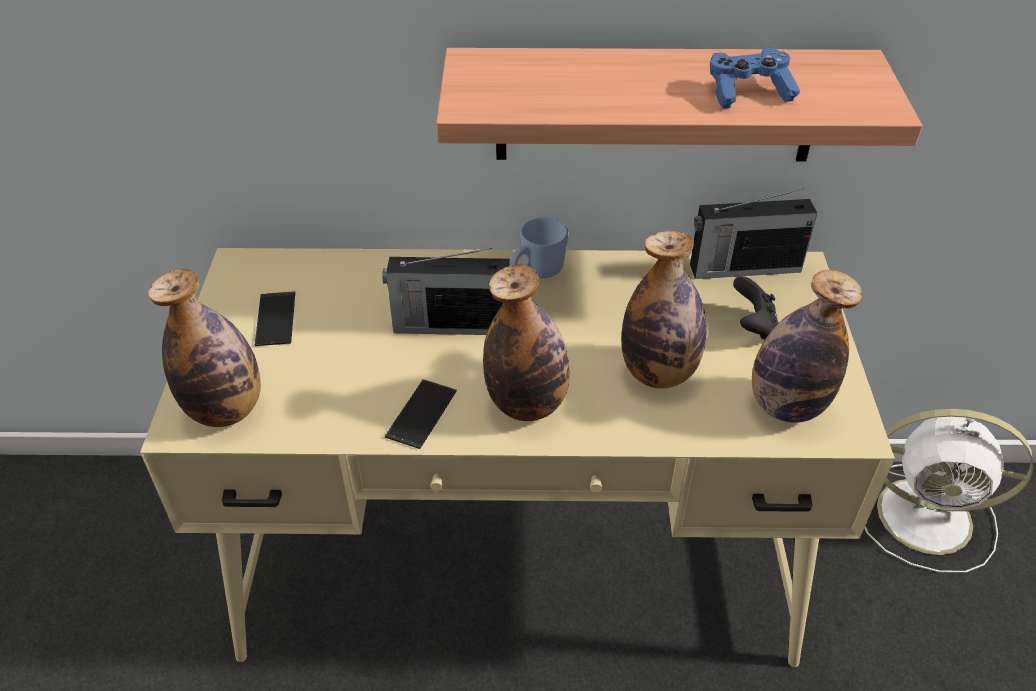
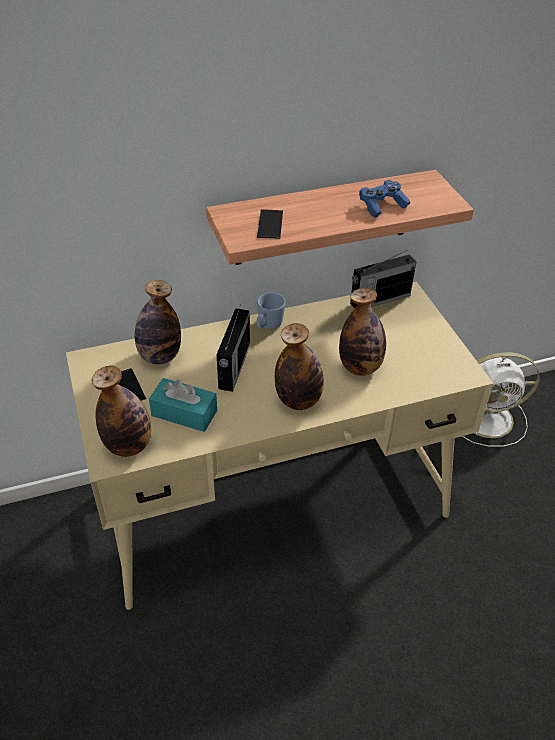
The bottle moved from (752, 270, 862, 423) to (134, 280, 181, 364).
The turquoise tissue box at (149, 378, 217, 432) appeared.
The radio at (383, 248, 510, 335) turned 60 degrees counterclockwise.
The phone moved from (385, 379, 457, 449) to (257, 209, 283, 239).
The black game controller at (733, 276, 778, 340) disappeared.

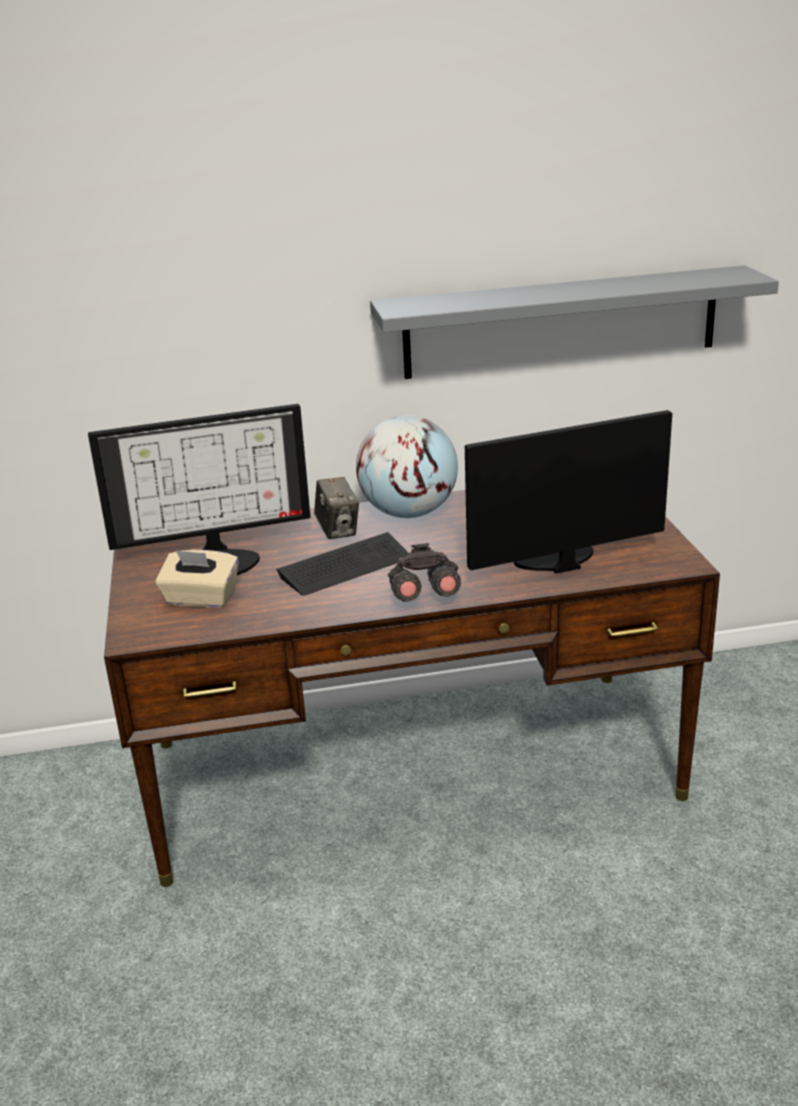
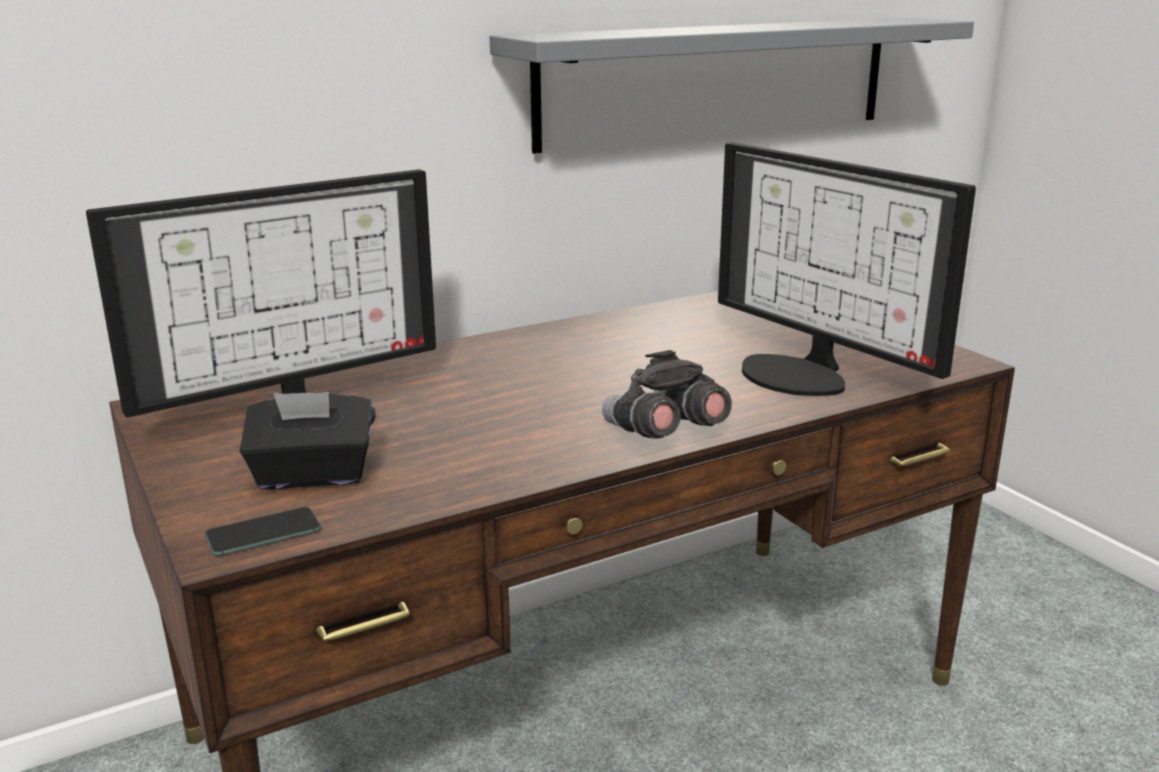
The phone at (205, 507, 321, 556) appeared.
The beige tissue box at (156, 550, 239, 608) became the black tissue box at (239, 392, 372, 489).
The monitor at (465, 410, 672, 574) turned 90 degrees counterclockwise.
The keyboard at (276, 532, 409, 596) disappeared.
The photo camera at (314, 477, 359, 539) disappeared.
The globe at (356, 415, 458, 518) disappeared.

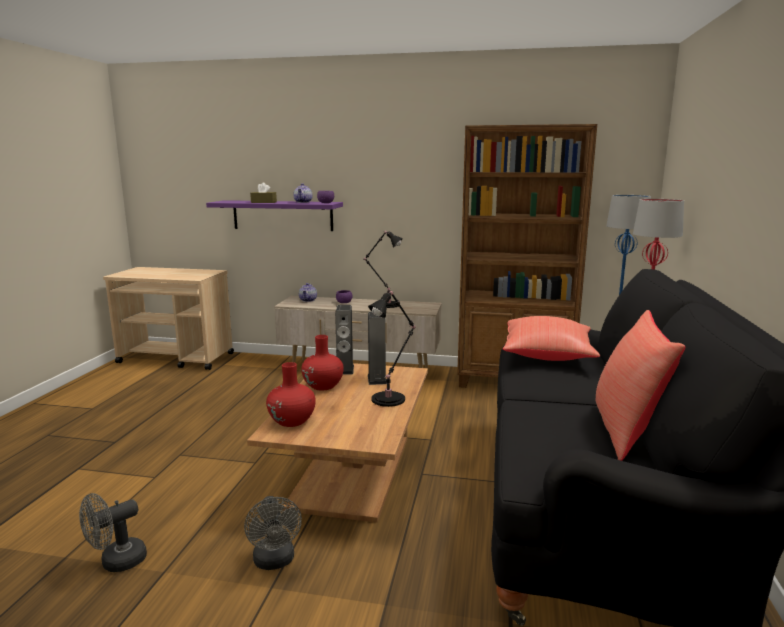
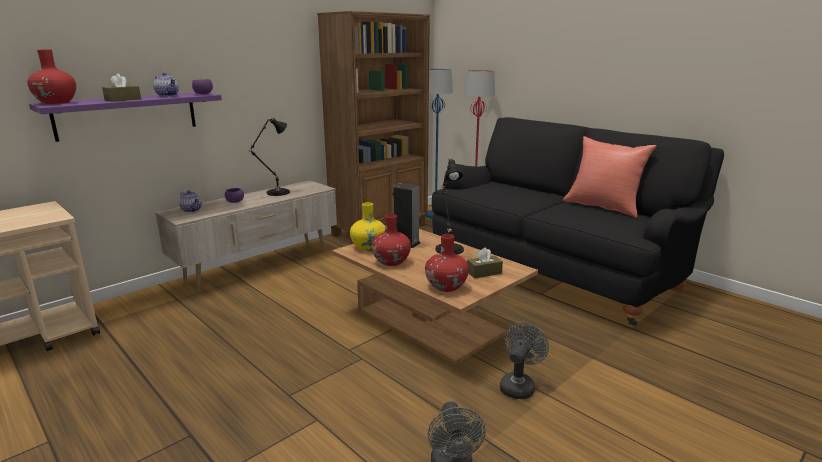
The red vase at (27, 50, 76, 104) appeared.
The speaker at (335, 305, 354, 374) was replaced by the yellow vase at (350, 202, 385, 251).
The brown tissue box at (467, 247, 503, 278) appeared.
The grey fan at (244, 496, 302, 570) turned 75 degrees counterclockwise.
The red pillow at (503, 316, 600, 361) disappeared.

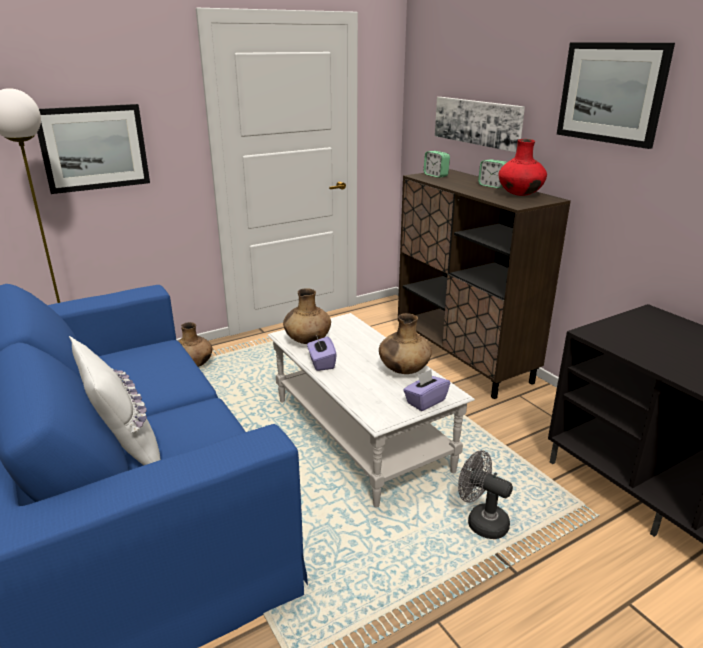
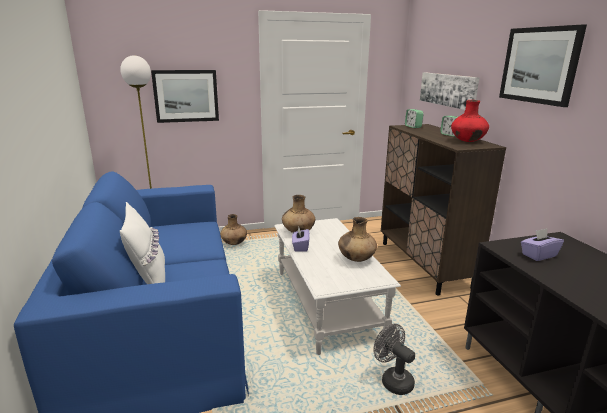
The purple tissue box moved from (403, 370, 450, 411) to (521, 228, 564, 261).

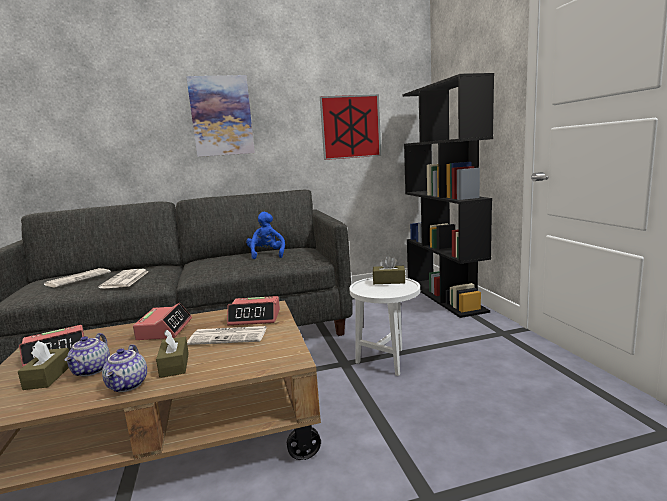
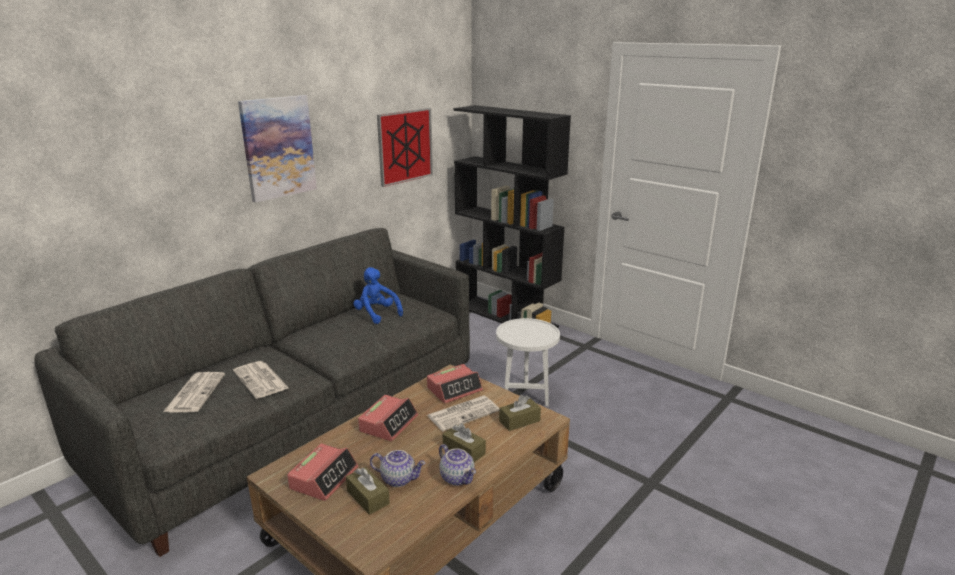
The alarm clock at (133, 303, 192, 340) turned 60 degrees clockwise.
The teapot at (64, 333, 110, 376) turned 45 degrees counterclockwise.
The brown tissue box moved from (373, 256, 405, 284) to (499, 395, 541, 431).

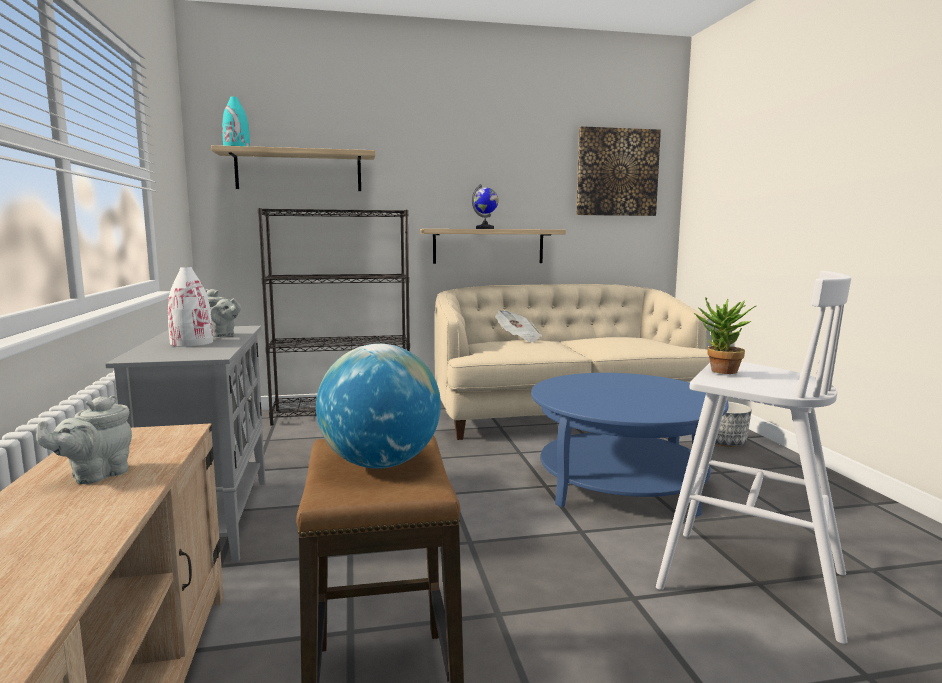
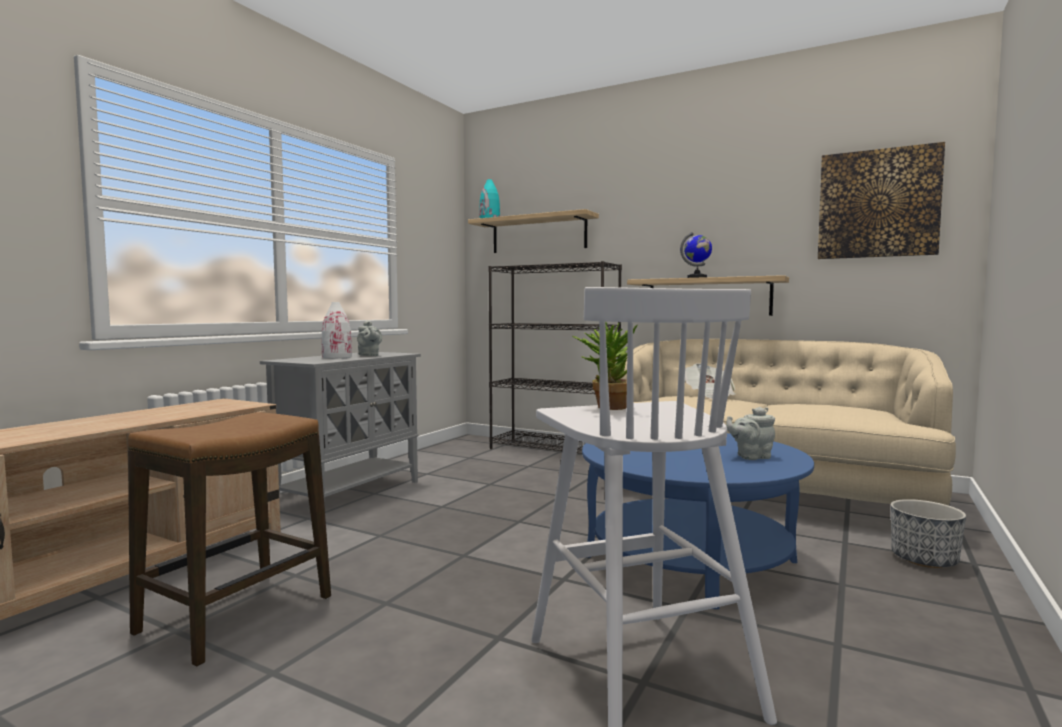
The grey teapot moved from (36, 395, 132, 484) to (726, 407, 775, 460).
The globe at (316, 344, 441, 469) disappeared.

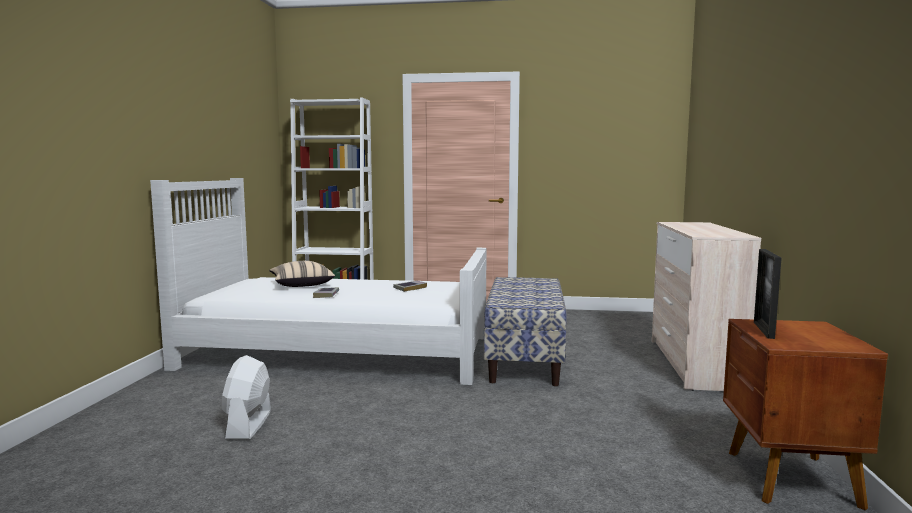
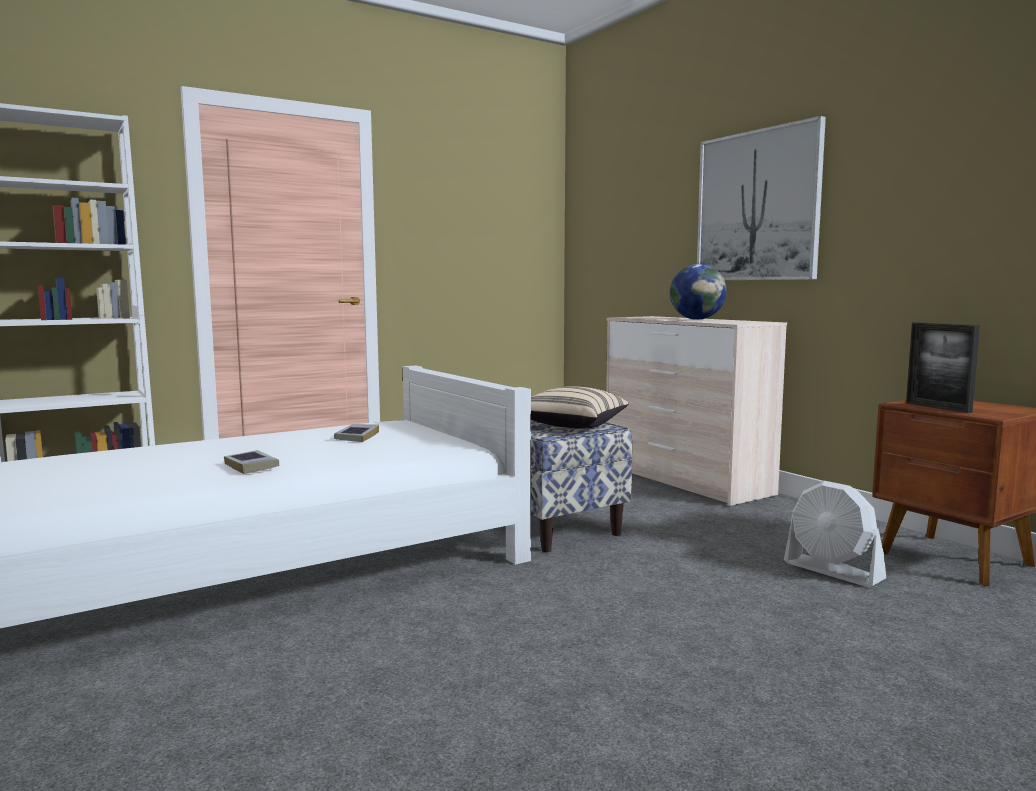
The beige pillow moved from (269, 261, 335, 287) to (531, 386, 629, 428).
The globe at (670, 264, 727, 320) appeared.
The picture at (697, 116, 826, 280) appeared.
The white fan moved from (222, 355, 271, 439) to (784, 481, 886, 587).

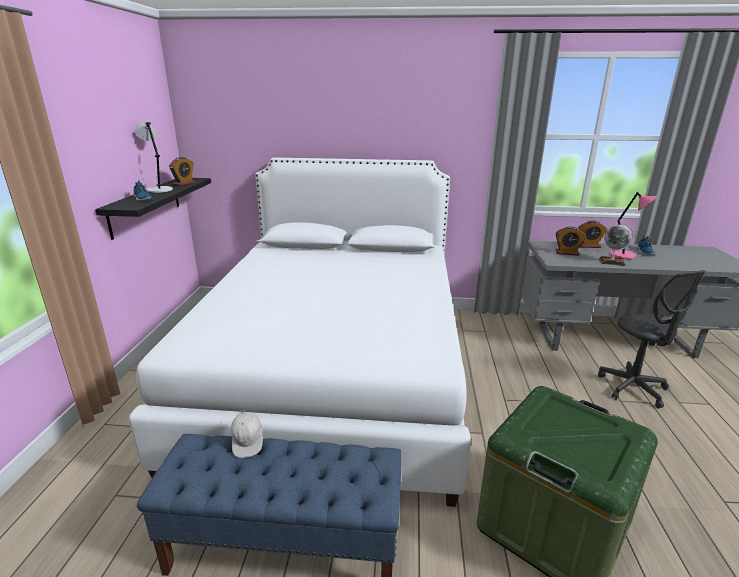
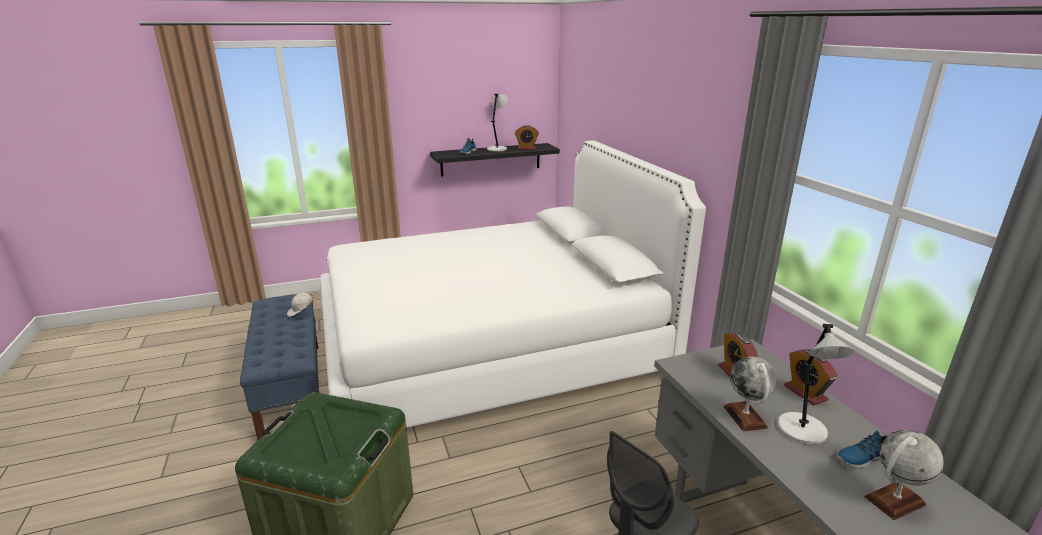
The pink table lamp at (609, 192, 657, 259) became the grey table lamp at (778, 324, 856, 445).
The globe at (864, 430, 944, 520) appeared.

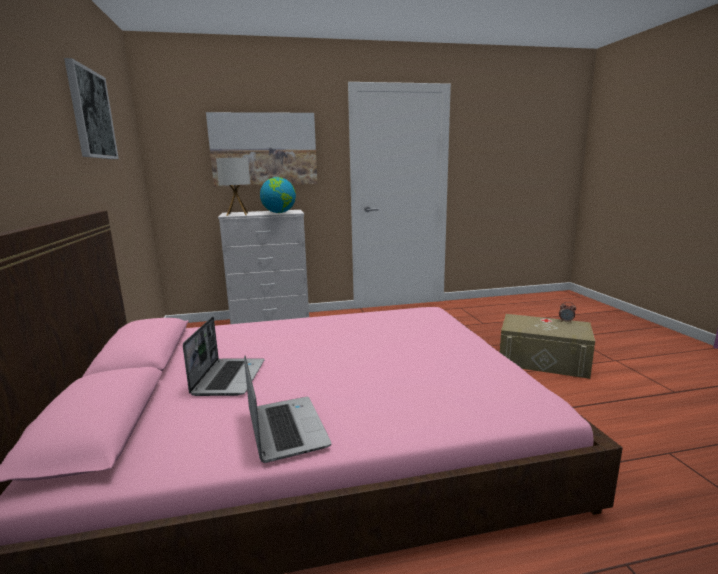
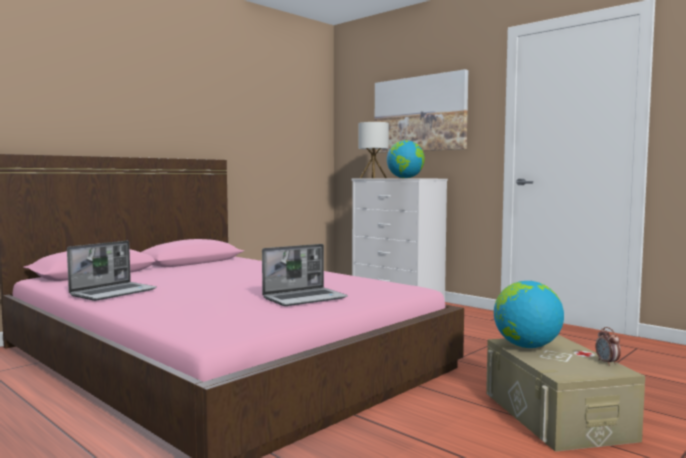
The laptop moved from (183, 317, 264, 396) to (262, 244, 348, 306).
The globe at (494, 281, 564, 348) appeared.
The picture at (64, 58, 119, 159) disappeared.

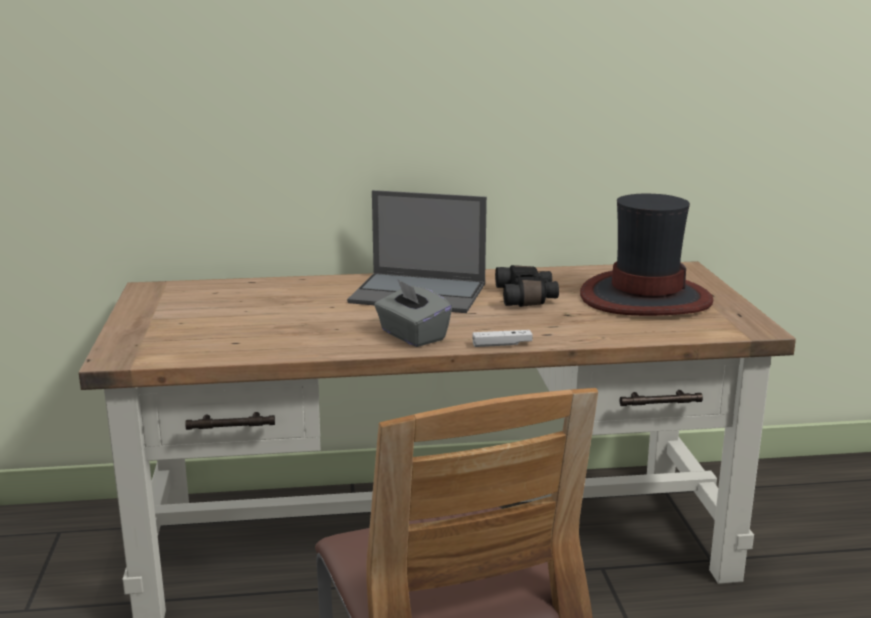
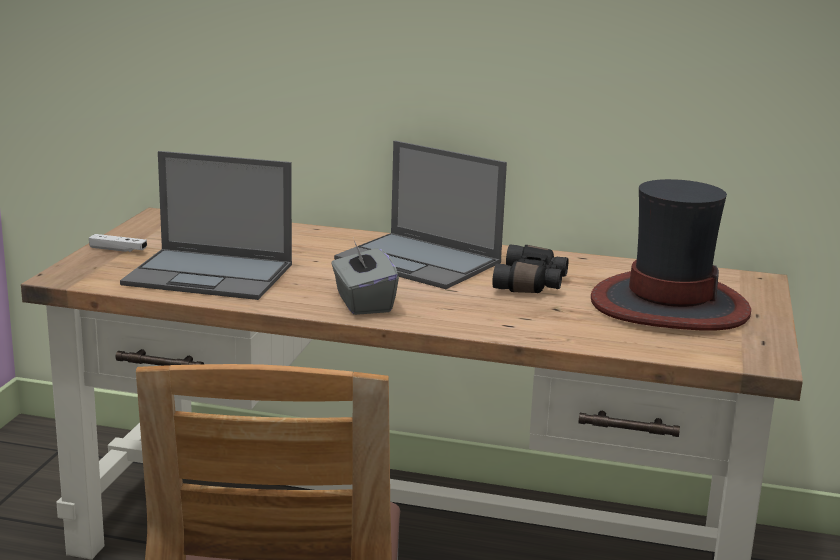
The white game controller moved from (472, 330, 533, 347) to (89, 234, 147, 252).
The laptop at (120, 151, 292, 300) appeared.

